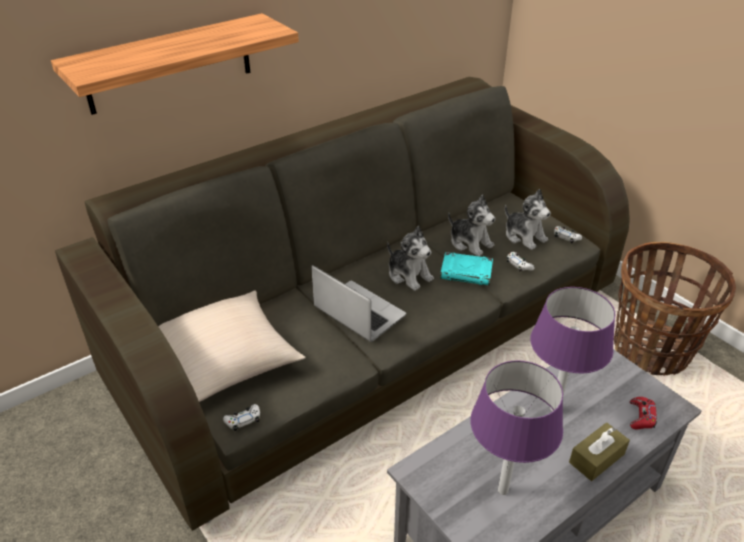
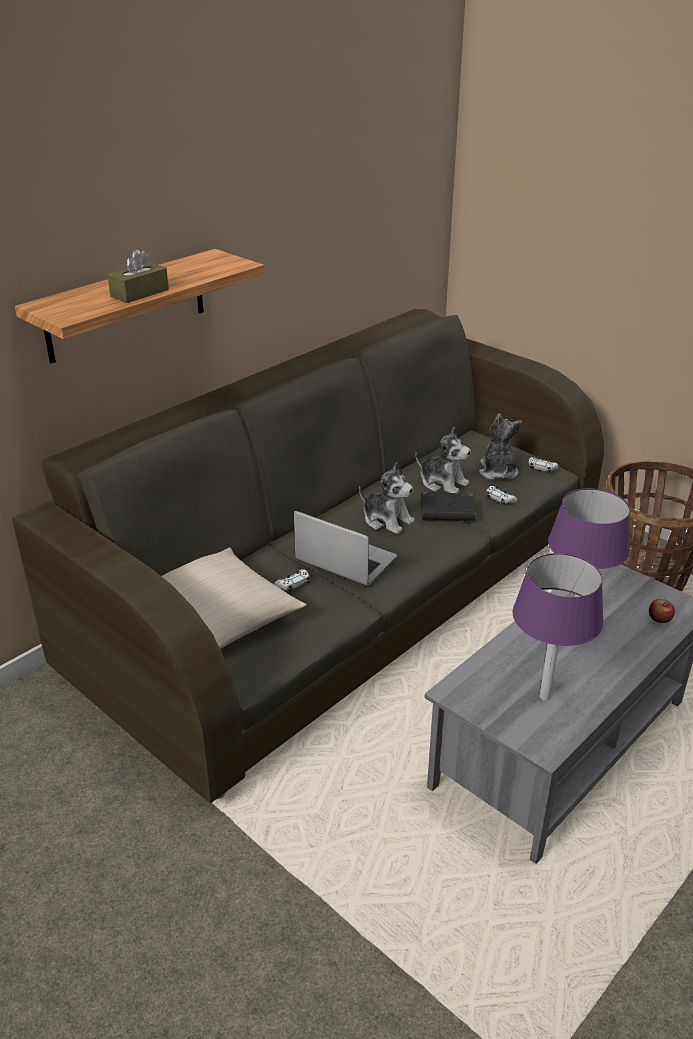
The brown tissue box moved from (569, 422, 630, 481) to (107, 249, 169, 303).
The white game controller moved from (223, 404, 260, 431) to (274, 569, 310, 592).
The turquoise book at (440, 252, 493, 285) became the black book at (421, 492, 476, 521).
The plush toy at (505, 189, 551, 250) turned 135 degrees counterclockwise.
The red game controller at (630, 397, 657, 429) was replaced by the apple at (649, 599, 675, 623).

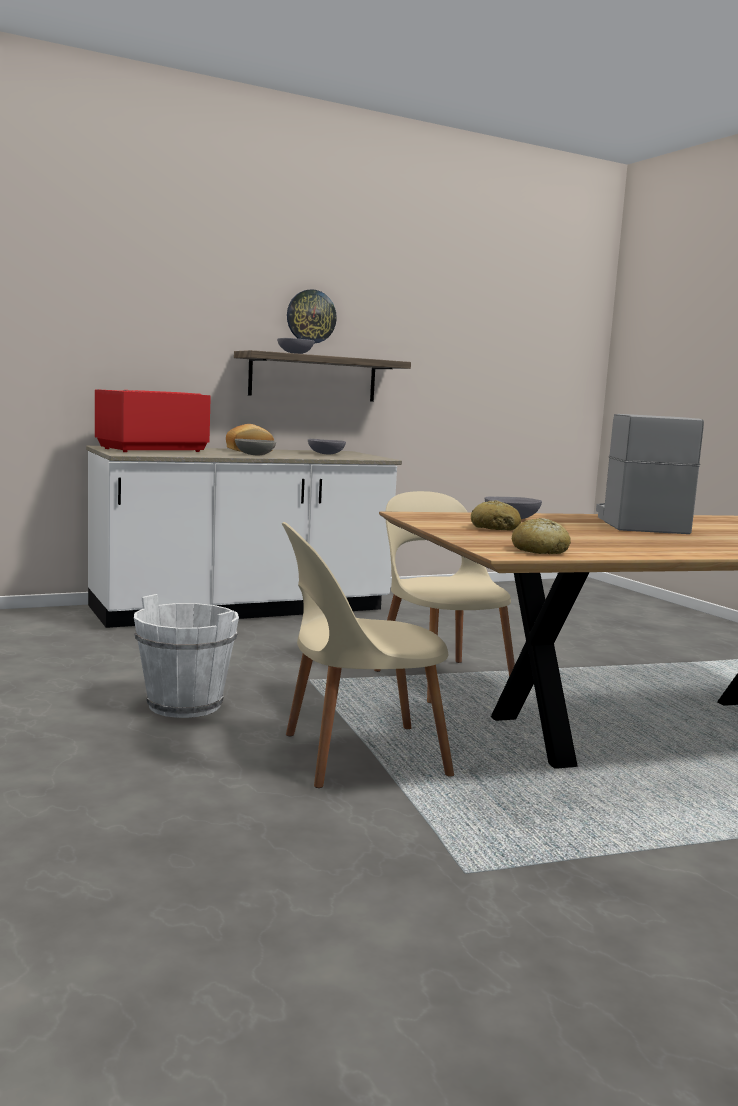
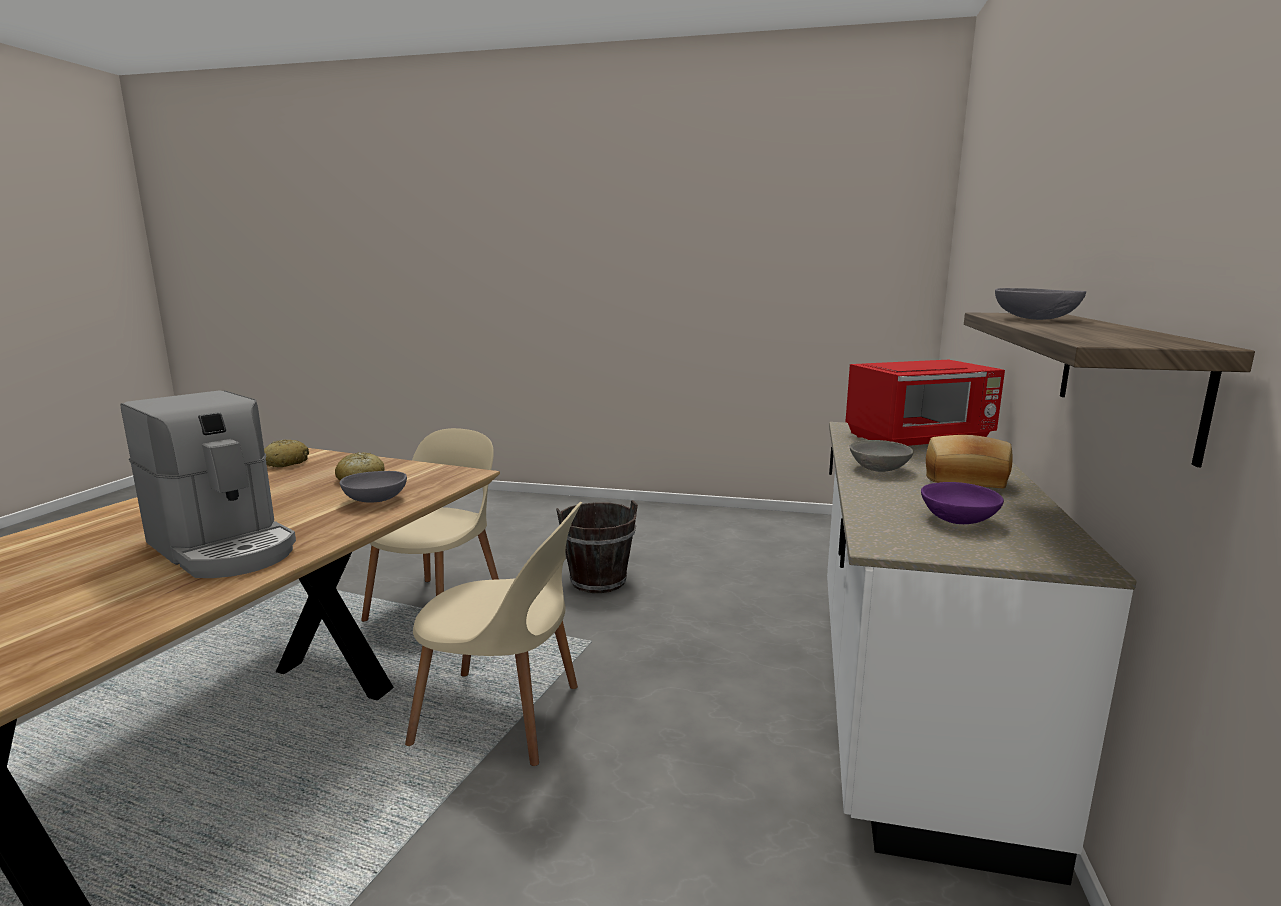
The white bucket at (134, 594, 239, 718) became the brown bucket at (556, 500, 638, 593).
The red microwave at (95, 389, 211, 452) turned 75 degrees clockwise.
The grey bowl at (308, 439, 346, 454) became the purple bowl at (921, 482, 1004, 524).
The wall clock at (287, 289, 337, 344) disappeared.

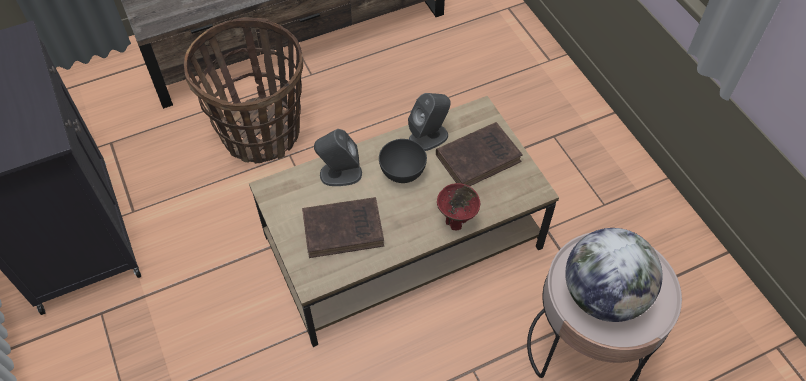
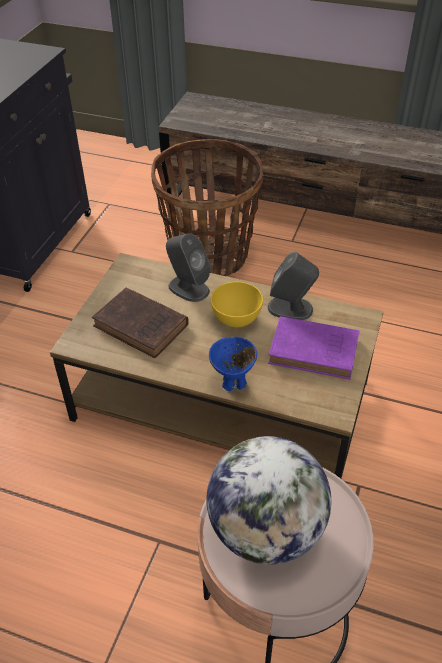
The red bowl at (437, 183, 480, 230) became the blue bowl at (209, 337, 257, 391).
The grey bowl at (379, 139, 427, 183) became the yellow bowl at (211, 282, 263, 327).
The brown book at (436, 122, 523, 186) became the purple book at (268, 316, 359, 380).

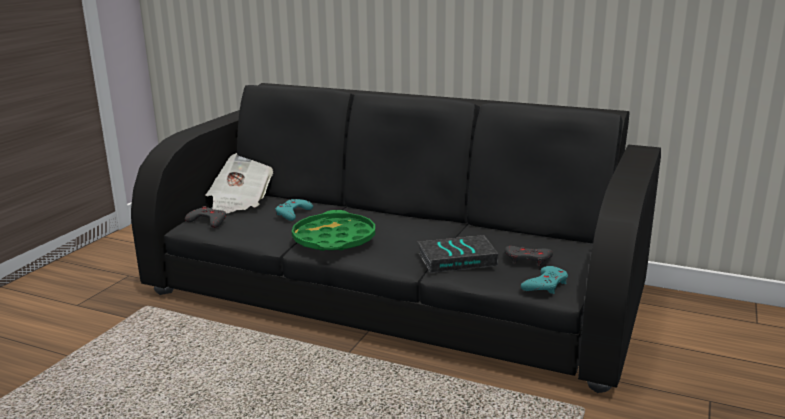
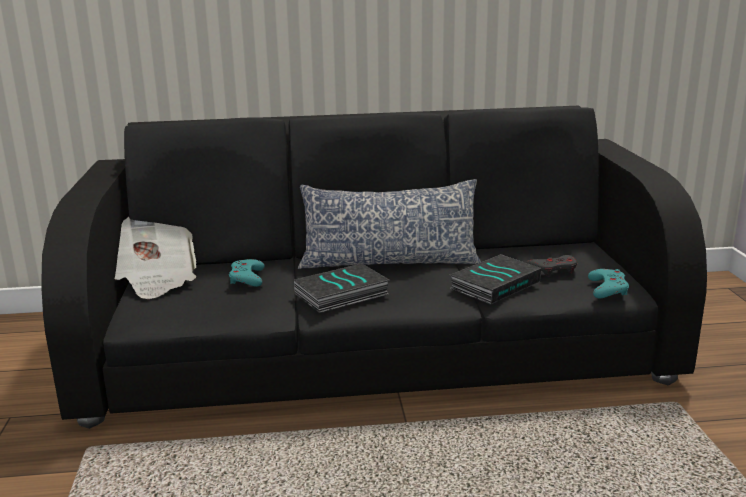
The green tray at (292, 210, 375, 251) was replaced by the book at (294, 263, 389, 313).
The pillow at (298, 179, 481, 269) appeared.
The grey game controller at (185, 206, 226, 228) disappeared.

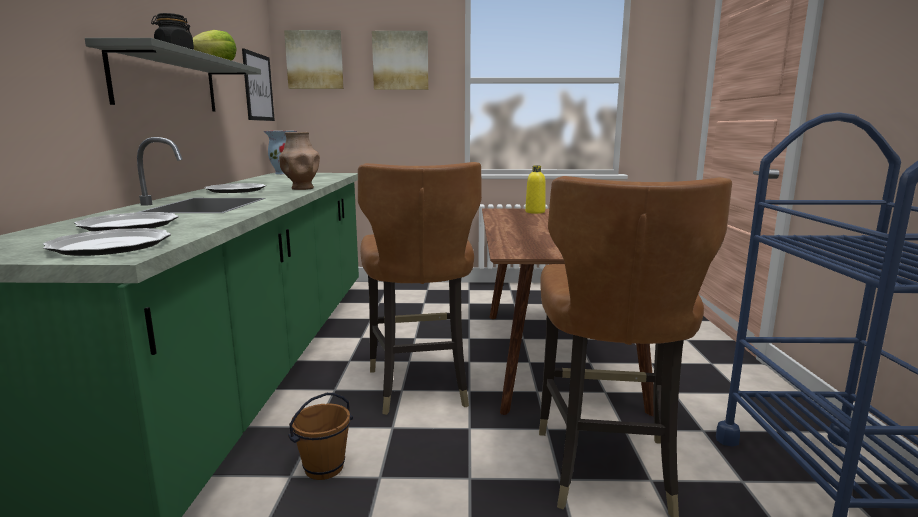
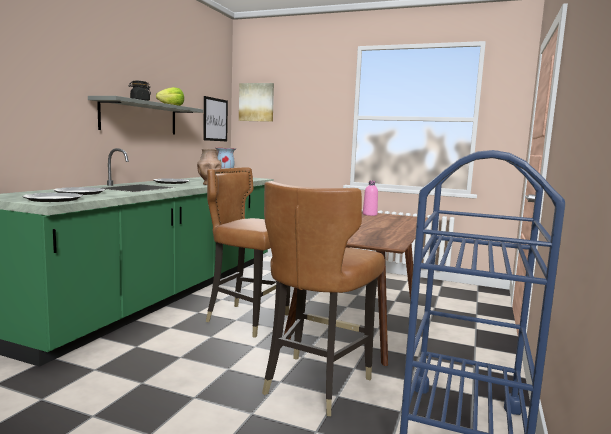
The brown chair at (358, 162, 482, 415) turned 105 degrees clockwise.
The yellow bottle at (525, 166, 546, 214) became the pink bottle at (363, 181, 378, 216).
The brown bucket at (288, 393, 353, 480) disappeared.
The picture at (372, 31, 429, 90) disappeared.

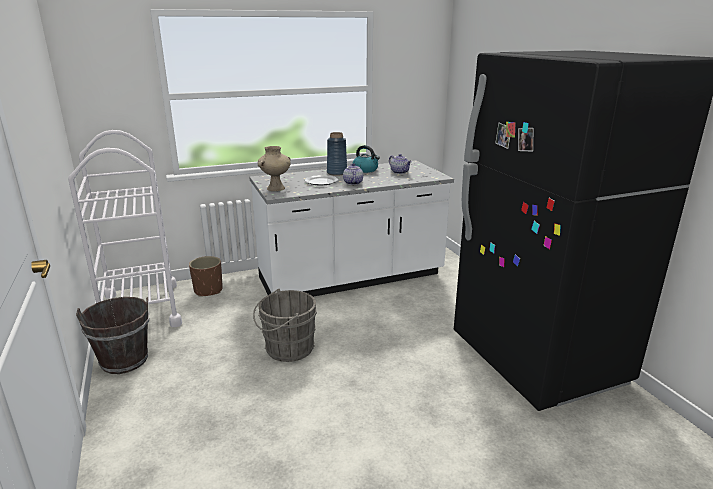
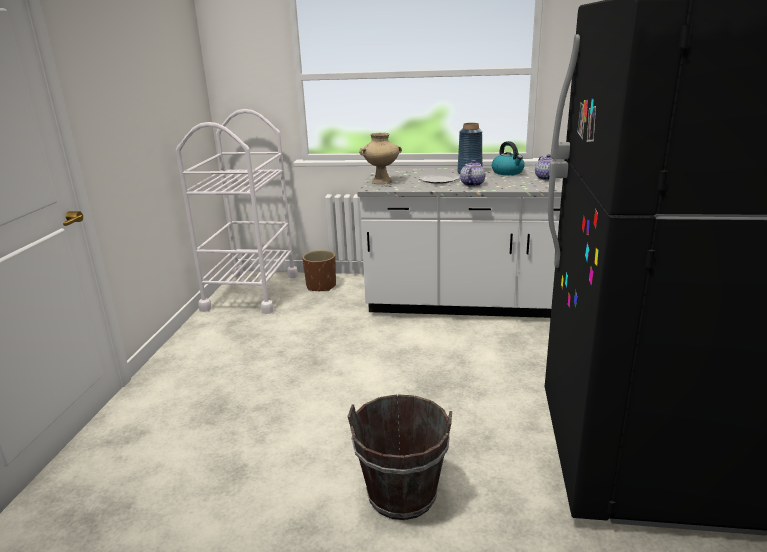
The brown bucket moved from (76, 297, 149, 374) to (347, 394, 452, 520).
The grey bucket at (253, 289, 317, 362) disappeared.

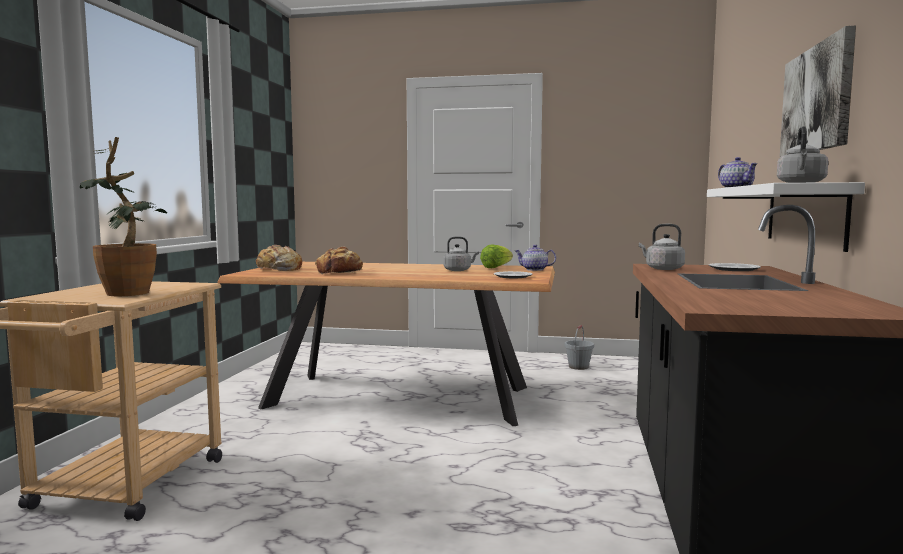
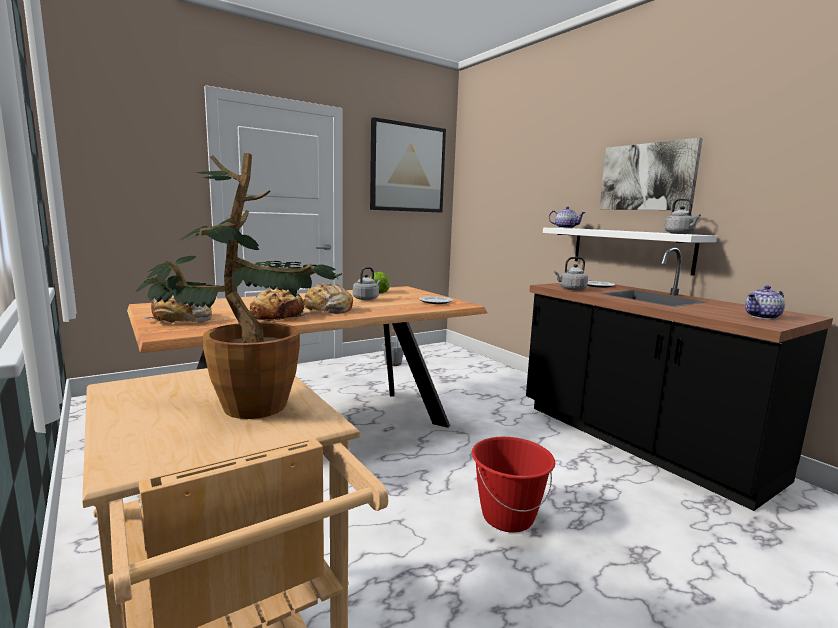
The bread at (304, 283, 353, 314) appeared.
The picture at (370, 117, 446, 213) appeared.
The red bucket at (472, 437, 555, 533) appeared.
The teapot moved from (516, 245, 556, 271) to (745, 285, 785, 319).

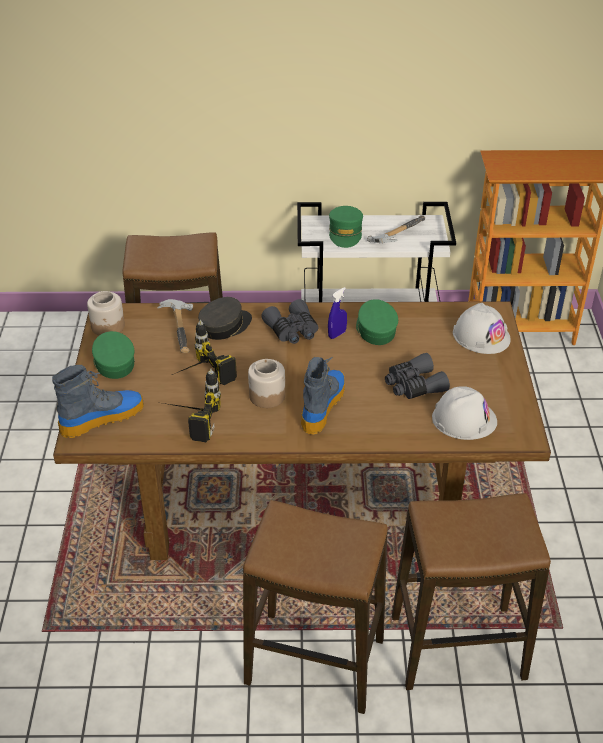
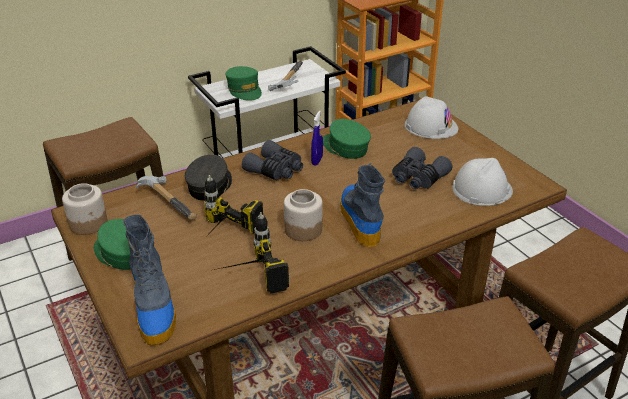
The boot at (52, 365, 144, 438) turned 135 degrees clockwise.

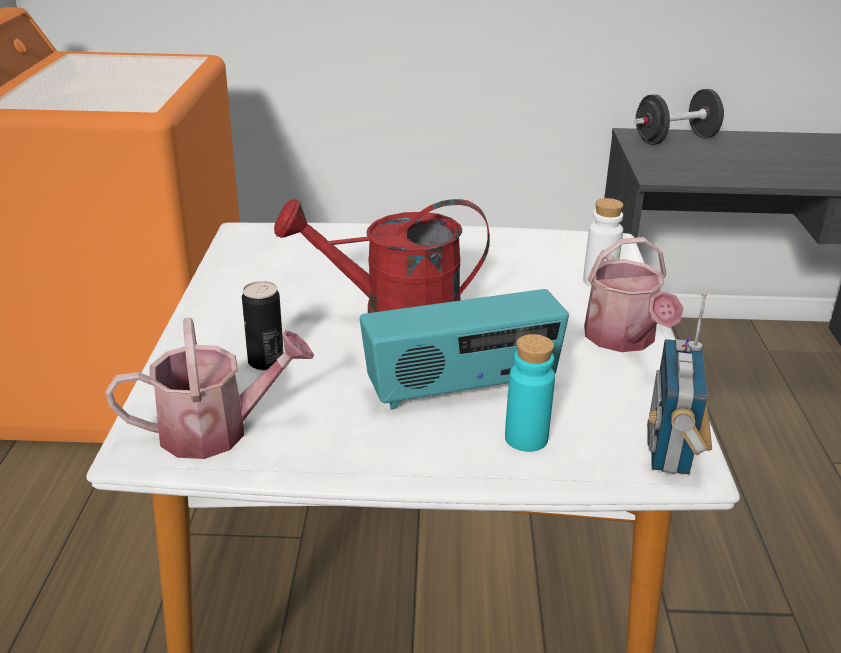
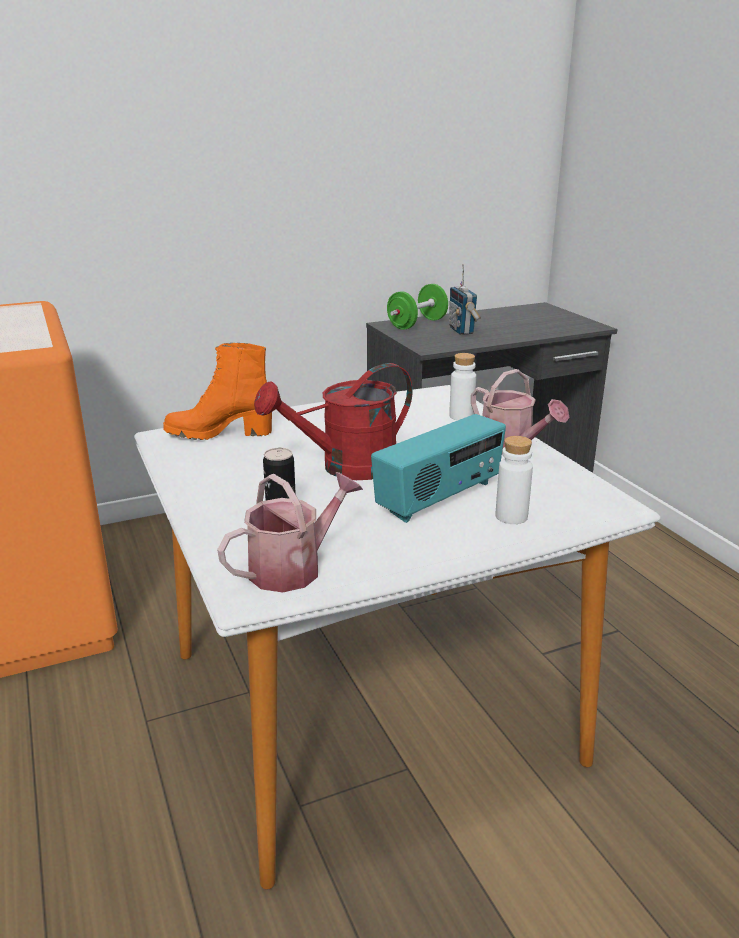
The orange boot at (163, 343, 272, 440) appeared.
The black dumbbell at (634, 89, 724, 145) became the green dumbbell at (387, 284, 448, 330).
The radio moved from (647, 294, 712, 474) to (449, 264, 481, 335).
The turquoise bottle at (505, 334, 555, 452) became the white bottle at (495, 436, 533, 524).

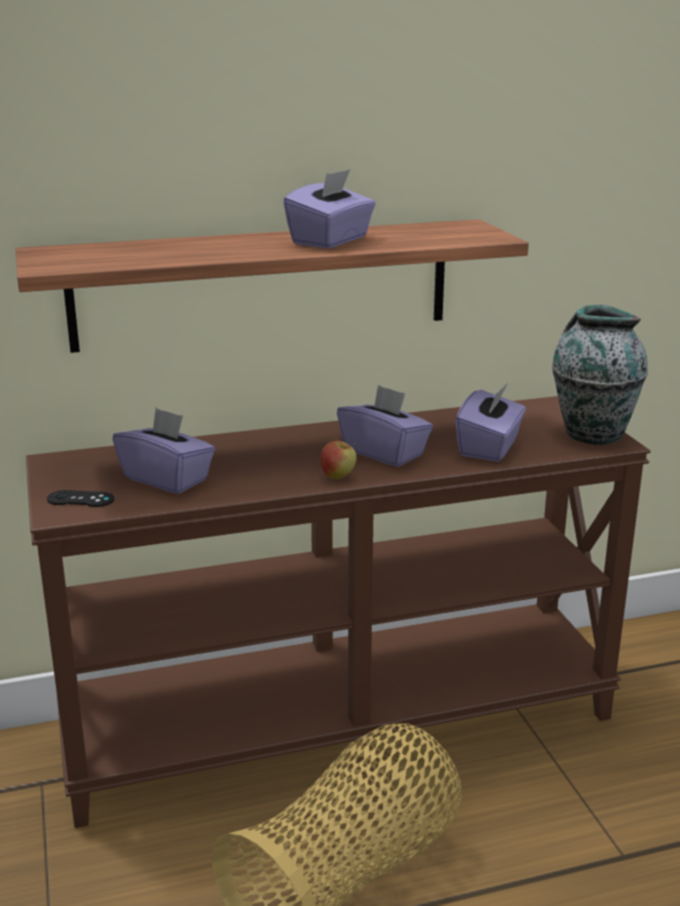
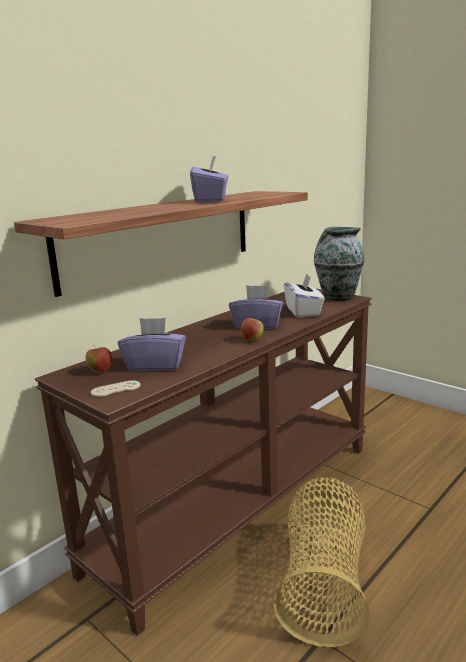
The apple at (86, 345, 112, 373) appeared.
The black game controller at (47, 490, 114, 507) became the beige game controller at (91, 380, 140, 397).
The purple tissue box at (455, 383, 526, 462) became the white tissue box at (284, 273, 325, 317).

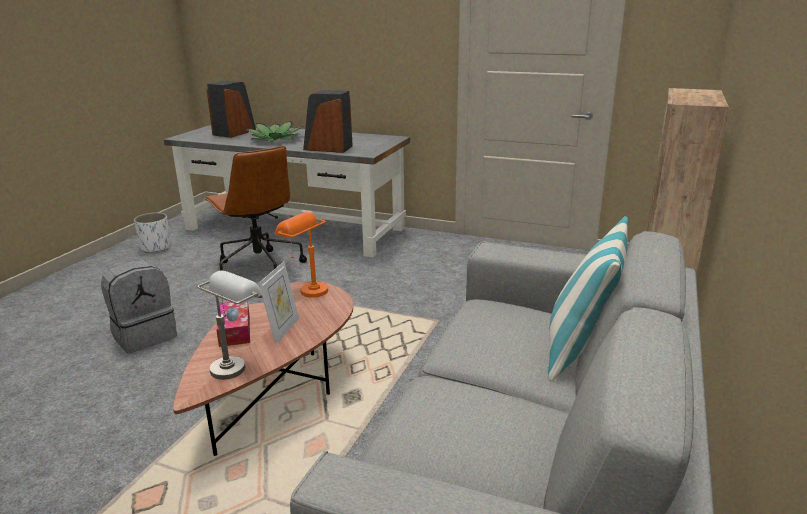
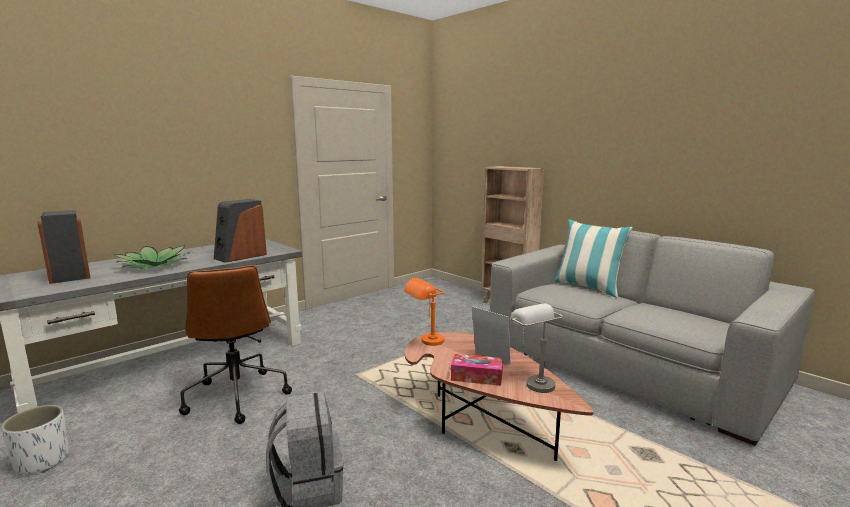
The brown office chair at (205, 146, 307, 271) turned 75 degrees clockwise.

